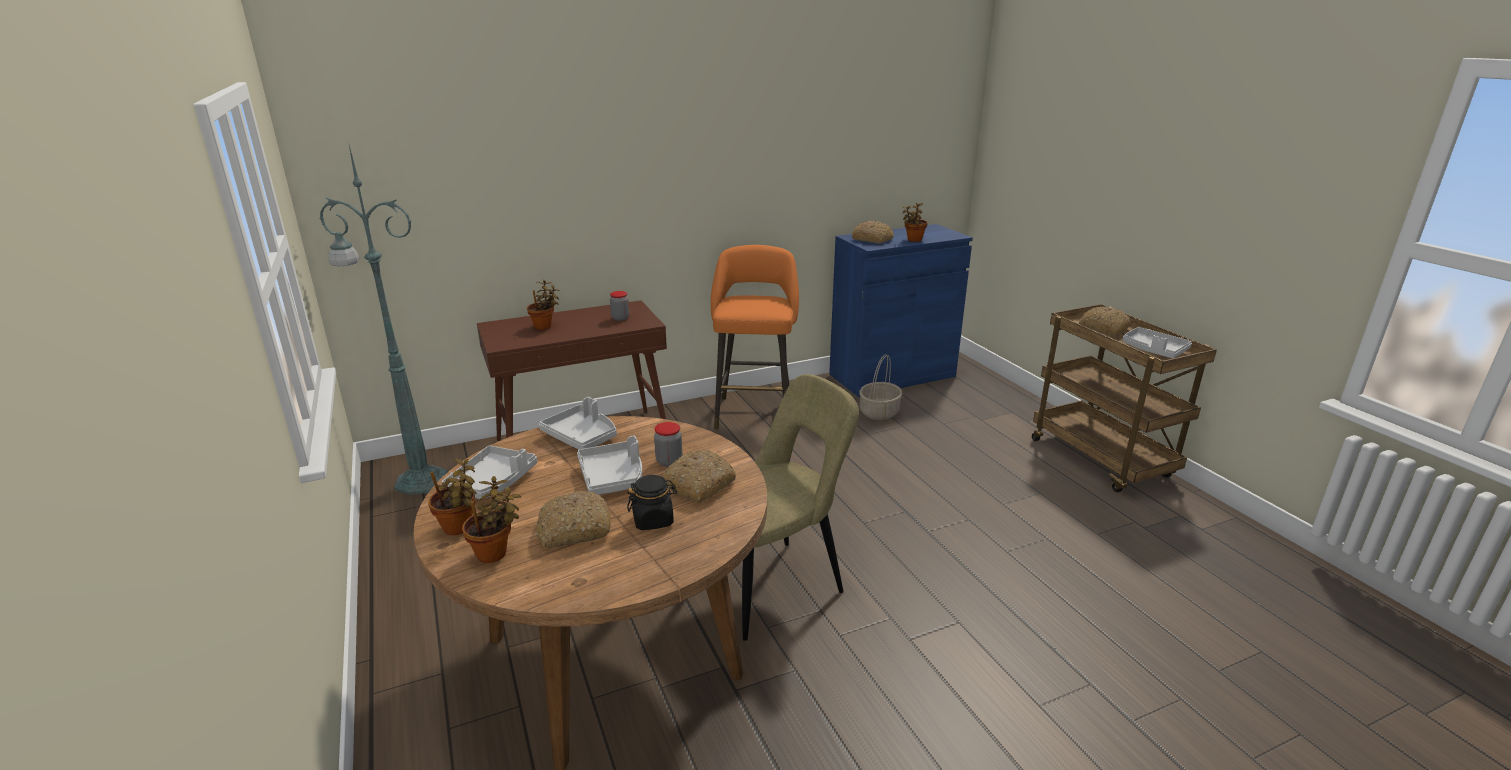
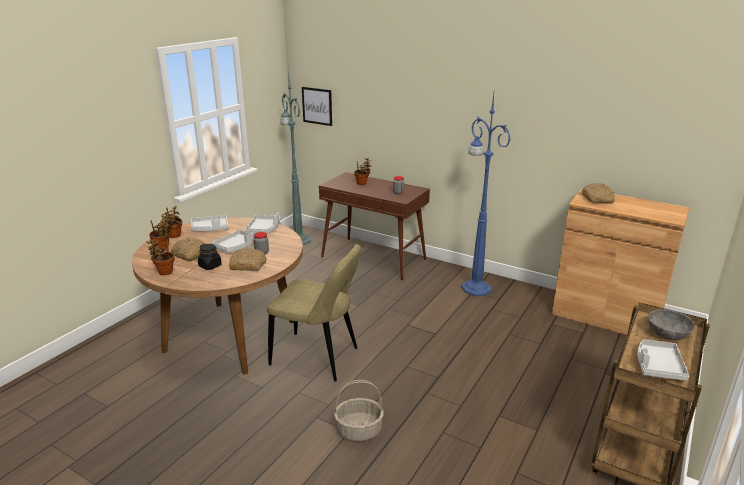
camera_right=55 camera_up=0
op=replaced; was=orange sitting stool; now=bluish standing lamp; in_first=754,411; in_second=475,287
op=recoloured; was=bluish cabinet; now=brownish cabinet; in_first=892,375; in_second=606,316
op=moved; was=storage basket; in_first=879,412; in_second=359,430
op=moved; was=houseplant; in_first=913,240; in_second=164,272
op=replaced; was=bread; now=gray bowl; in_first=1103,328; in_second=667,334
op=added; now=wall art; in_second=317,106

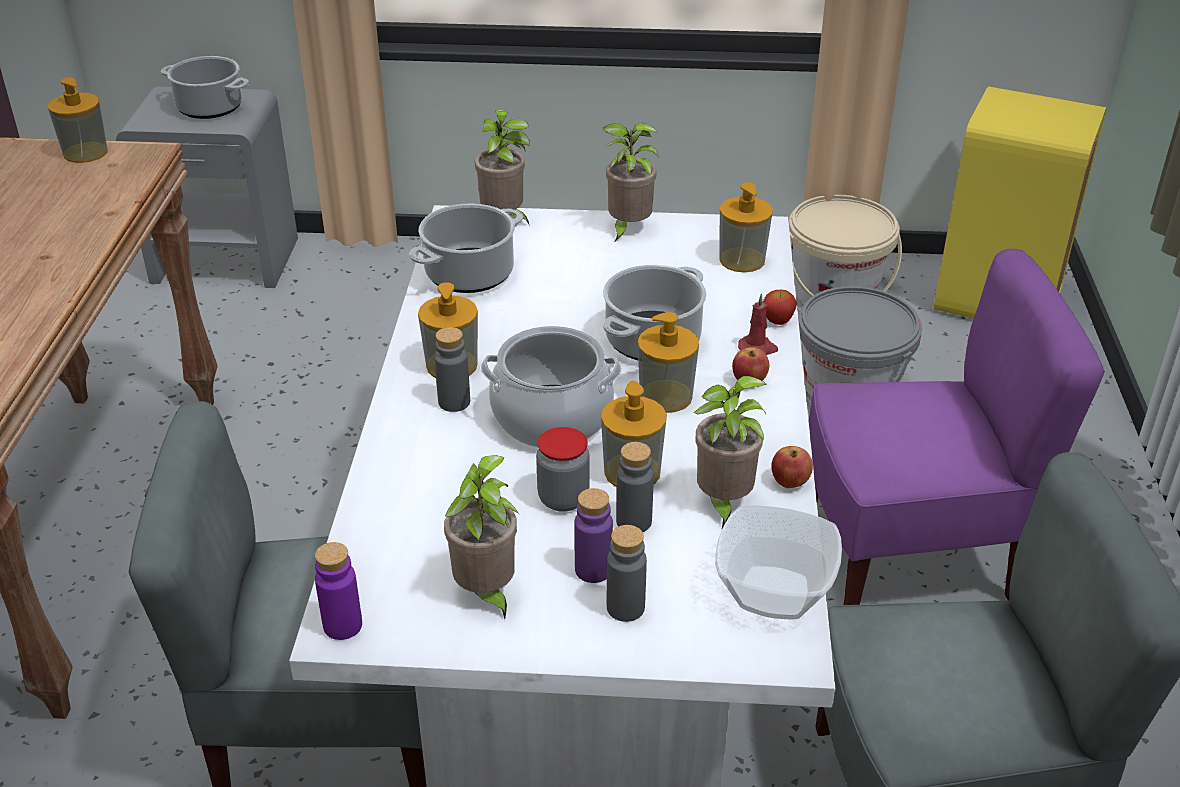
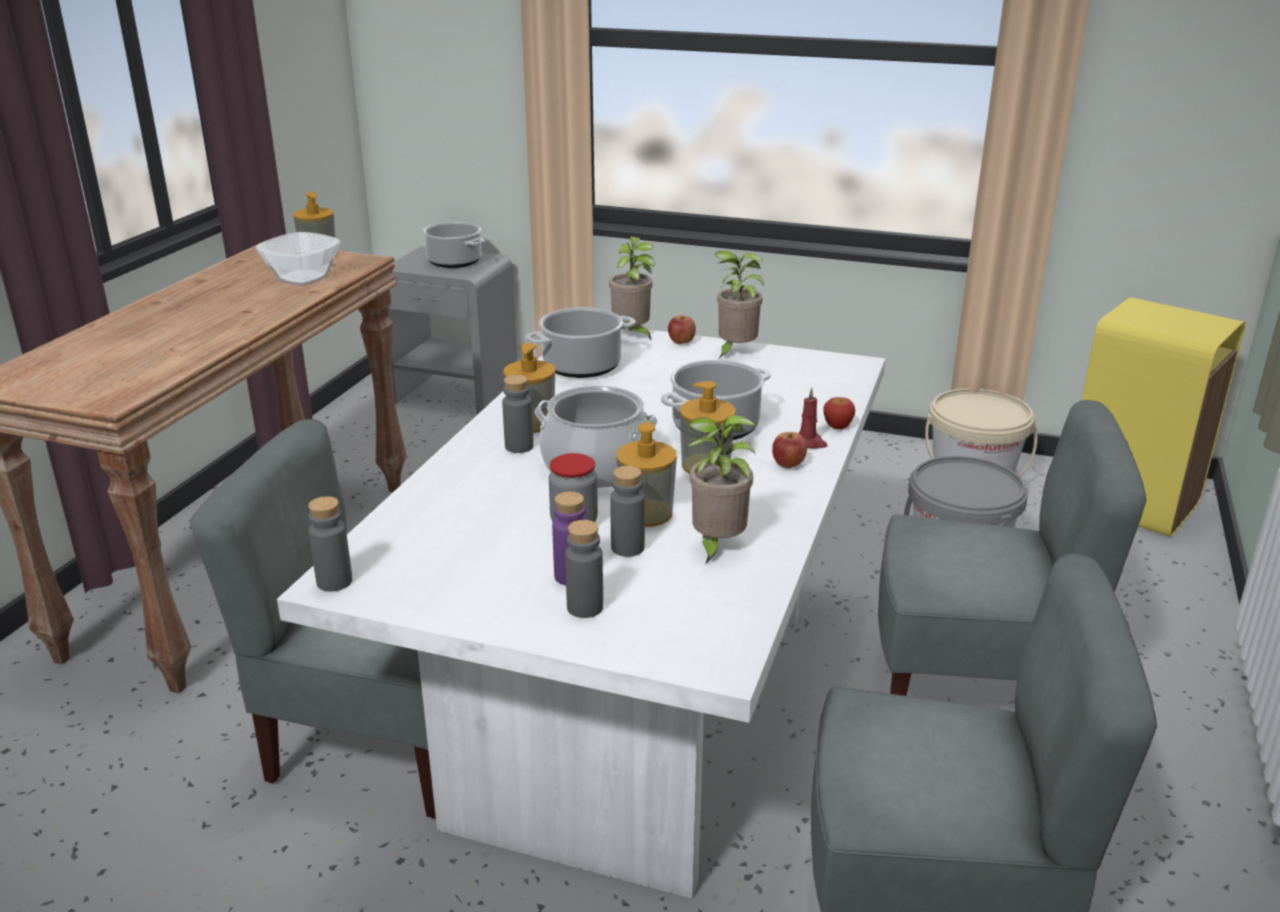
camera_right=15 camera_up=-10
op=recoloured; was=purple-coloured drink bottle; now=gray drink bottle; in_first=342,625; in_second=334,582
op=removed; was=houseplant; in_first=486,594
op=moved; was=bowl; in_first=775,595; in_second=303,278
op=removed; was=soap dispenser; in_first=742,260
op=moved; was=whole apple; in_first=790,482; in_second=681,342
op=recoloured; was=purple-coloured plain chair; now=gray plain chair; in_first=909,553; in_second=971,694

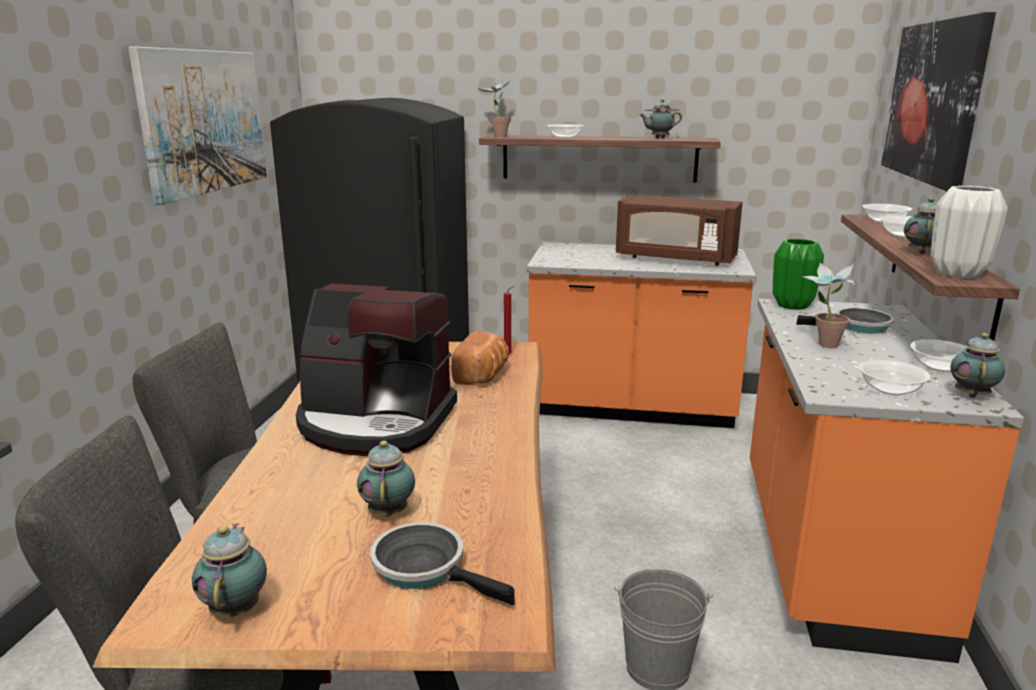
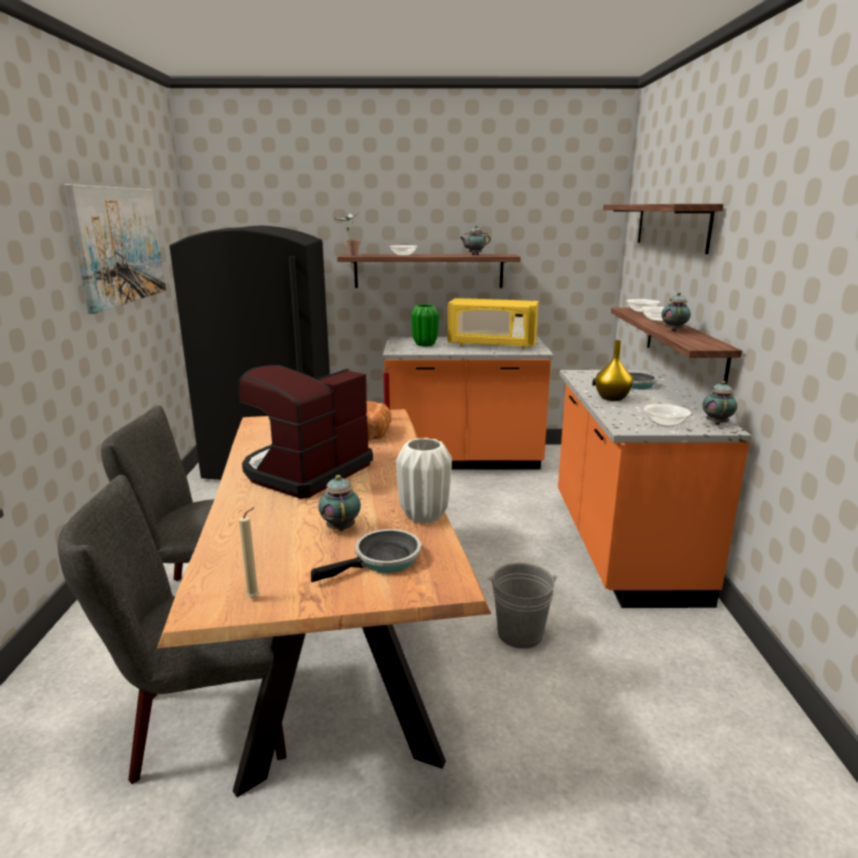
camera_right=-10 camera_up=0
op=replaced; was=teapot; now=beige-coloured wax candle; in_first=237,608; in_second=255,597
op=turned; was=coffee machine; in_first=376,423; in_second=306,471; clockwise=120
op=turned; was=pan; in_first=426,568; in_second=383,560; clockwise=120
op=recoloured; was=brownish microwave; now=yellow-coloured microwave; in_first=675,258; in_second=491,345
op=moved; was=green decorative vase; in_first=793,306; in_second=425,344
op=replaced; was=houseplant; now=yellow-coloured decorative vase; in_first=822,345; in_second=612,398
op=replaced; was=wall art; now=shelf; in_first=933,101; in_second=671,226
op=removed; was=bowl; in_first=940,367
op=moved; was=white-coloured decorative vase; in_first=957,274; in_second=424,515

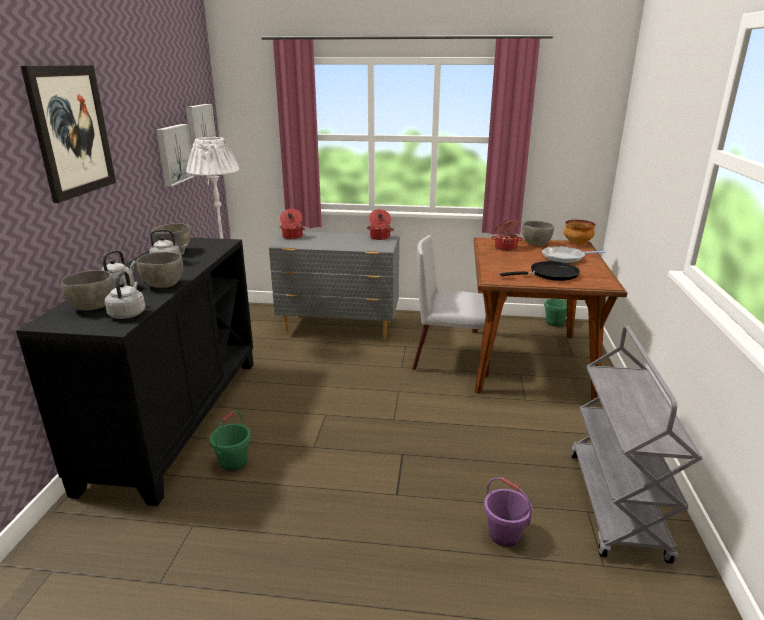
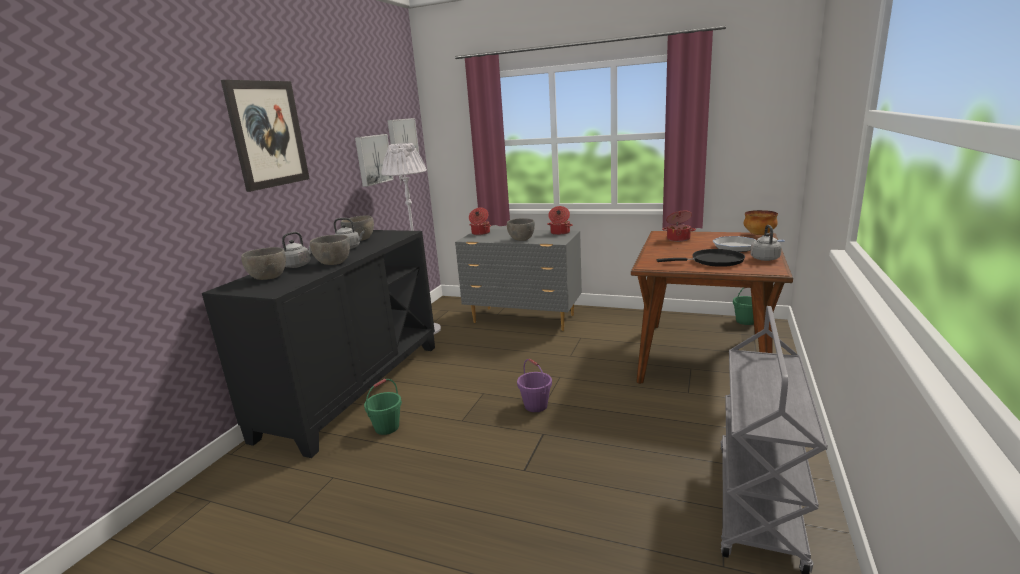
camera_right=15 camera_up=-5
op=moved; was=gray tea kettle; in_first=128,314; in_second=764,258
op=removed; was=gray plain chair; in_first=454,360
op=moved; was=purple-coloured water bucket; in_first=504,535; in_second=535,406
op=moved; was=gray bowl; in_first=535,244; in_second=521,239

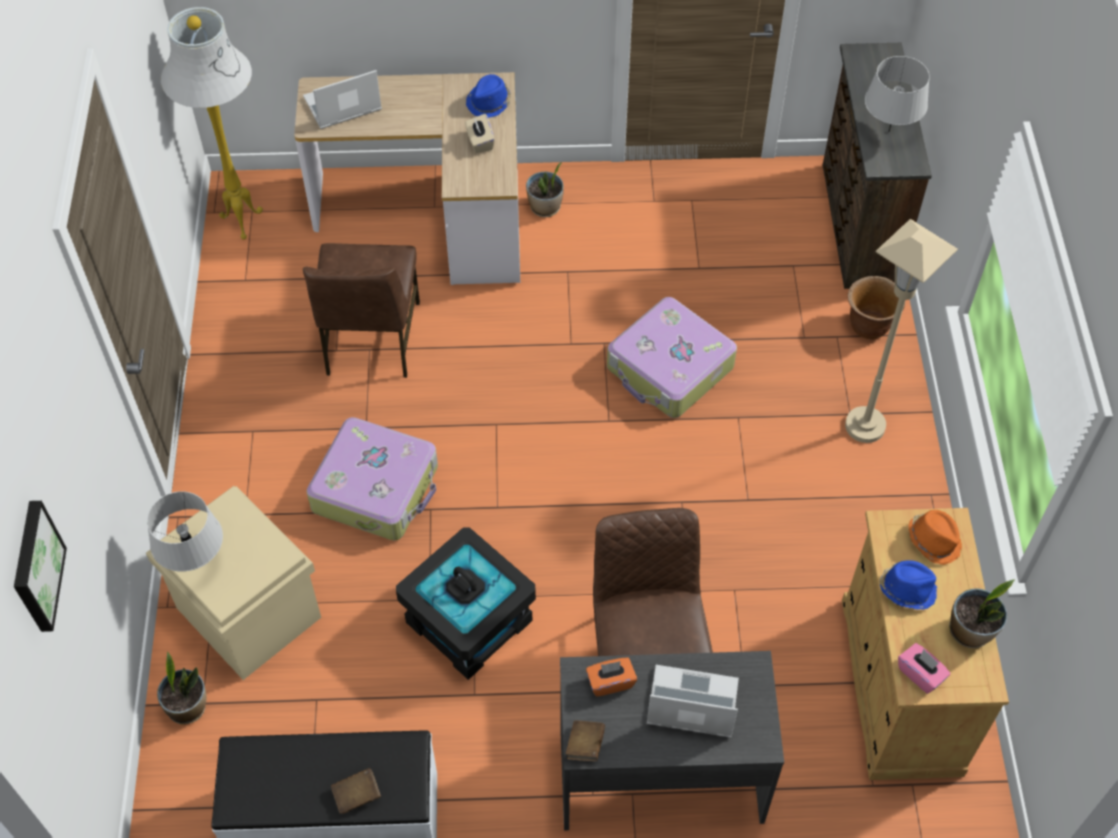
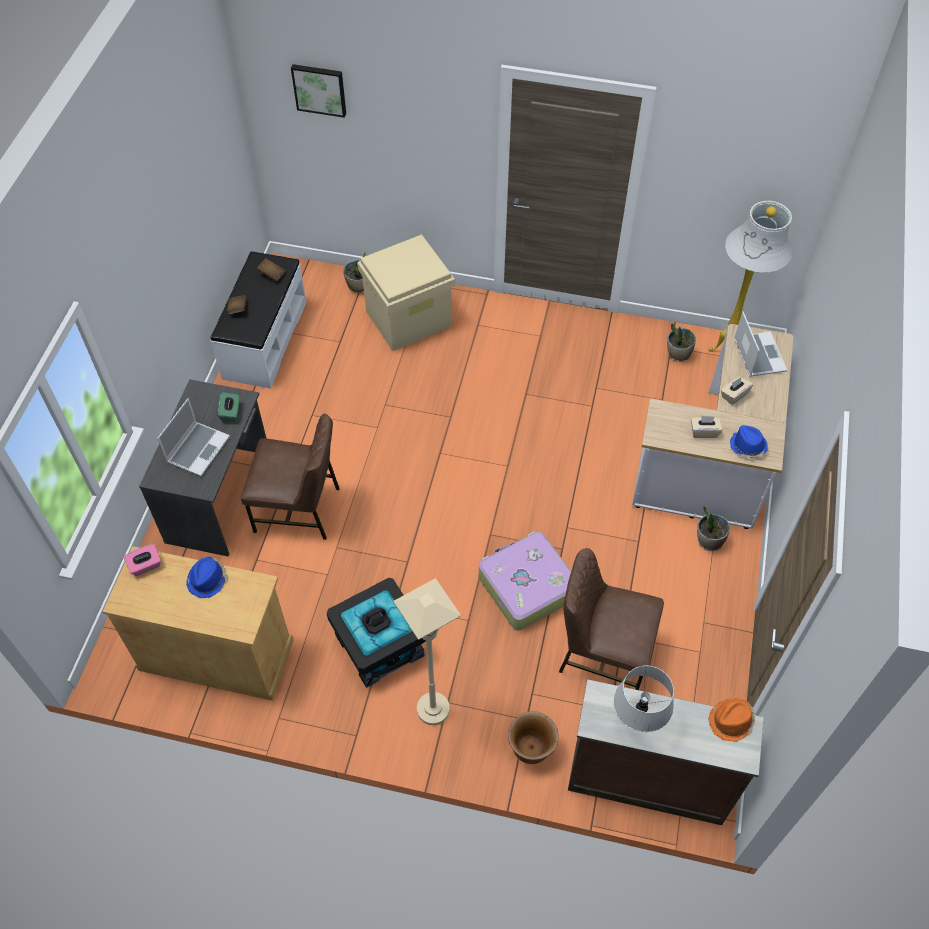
camera_right=105 camera_up=0
op=removed; was=gray tabletop lamp; in_first=195,562
op=moved; was=brownish plain chair; in_first=370,339; in_second=603,652
op=removed; was=piece of luggage; in_first=377,488
op=moved; was=blackish storage container; in_first=468,622; in_second=379,645
op=moved; was=brownish book; in_first=585,745; in_second=271,274
op=recoloured; was=orange tissue holder; now=green tissue holder; in_first=610,682; in_second=231,412
op=moved; was=orange wearable hat; in_first=934,540; in_second=731,721
op=moved; was=houseplant; in_first=970,631; in_second=678,354
op=added; now=beige-coloured tissue holder; in_second=734,395

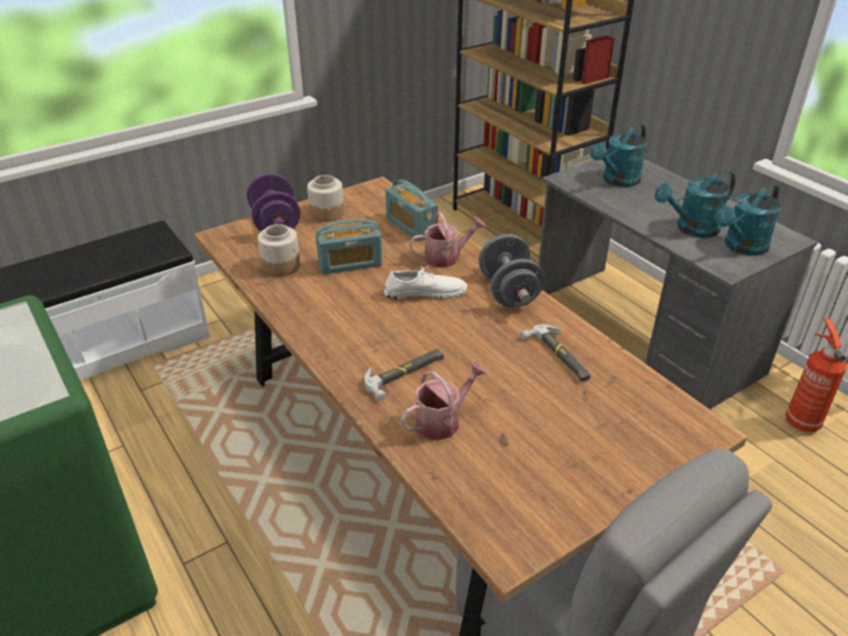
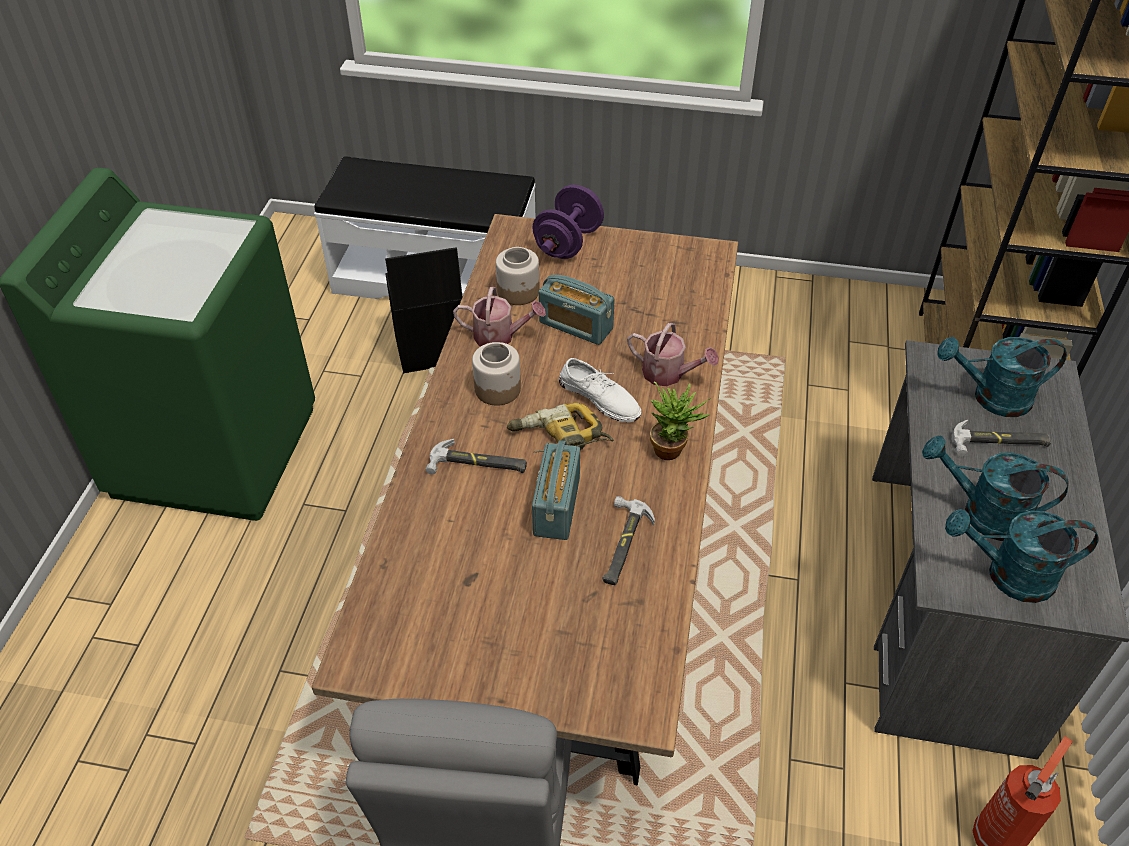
camera_right=45 camera_up=10
op=moved; was=storage jar; in_first=326,213; in_second=498,388
op=moved; was=radio; in_first=411,226; in_second=556,506
op=moved; was=sprinkling can; in_first=442,420; in_second=500,336
op=replaced; was=gray dumbbell; now=houseplant; in_first=509,292; in_second=673,449
op=added; now=blackish storage container; in_second=429,350
op=added; now=power drill; in_second=558,439
op=added; now=hand hammer; in_second=999,442

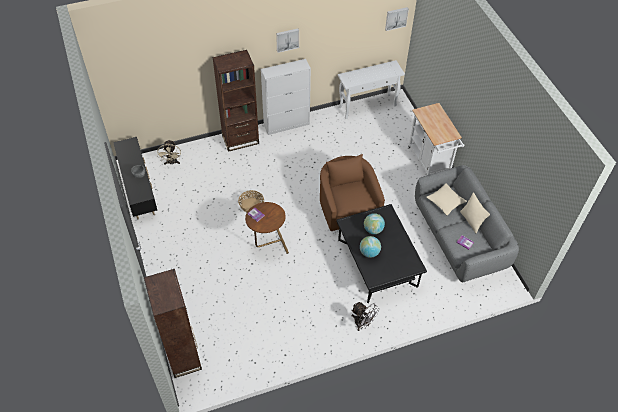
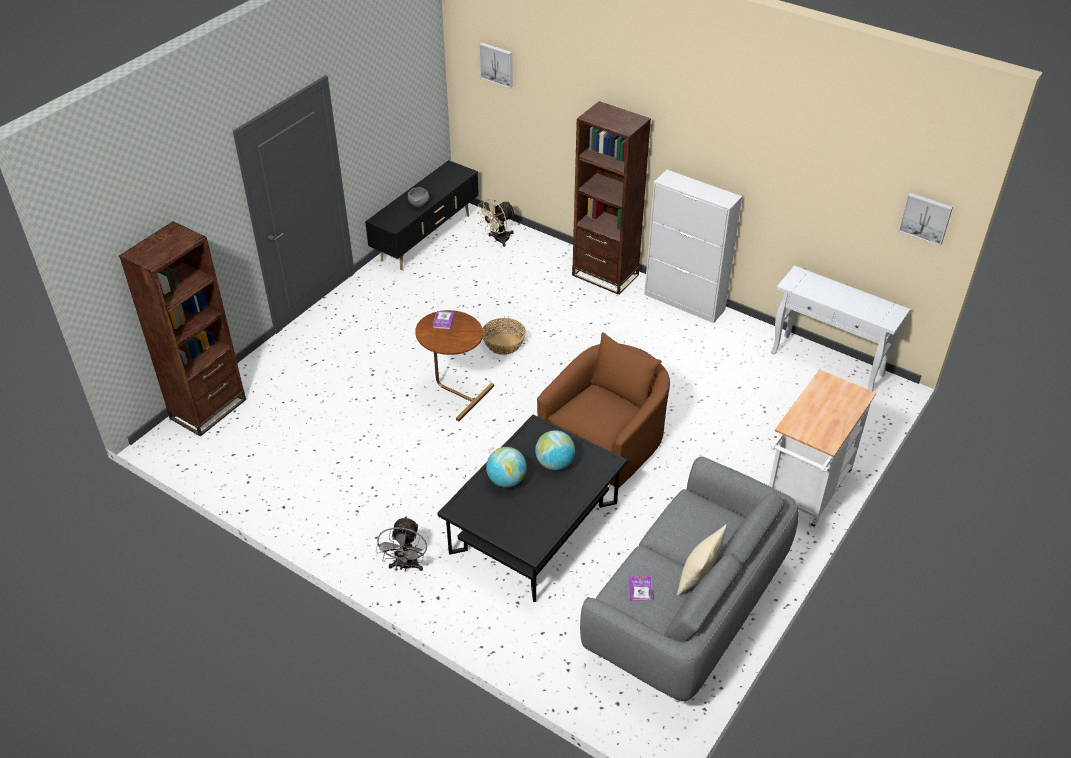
camera_right=55 camera_up=-10
op=moved; was=wall art; in_first=287,39; in_second=497,64
op=removed; was=beige-coloured throw pillow; in_first=445,202

